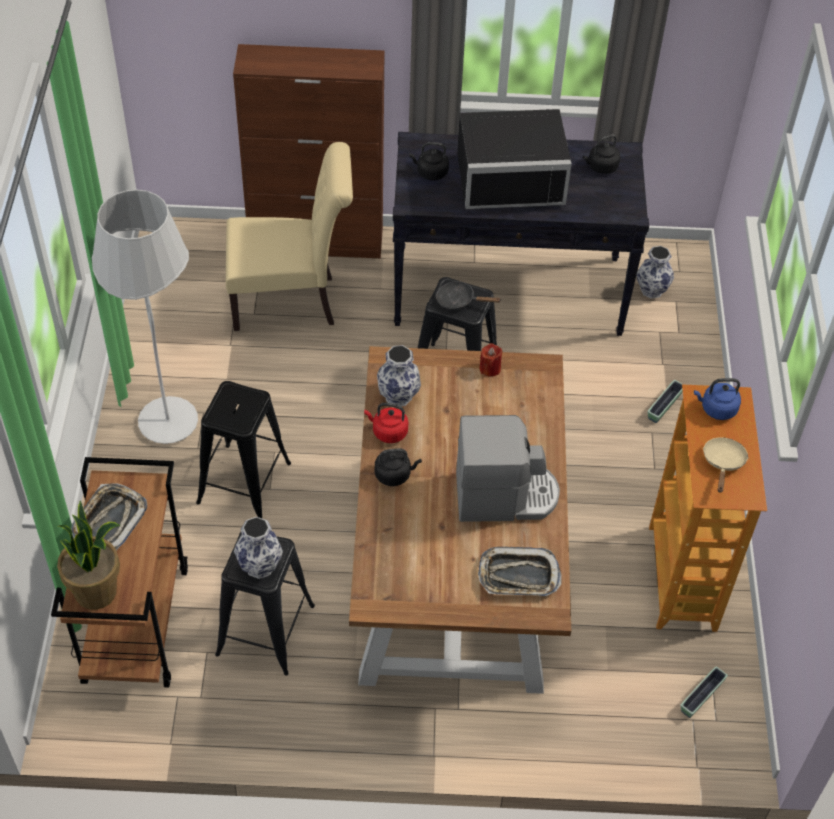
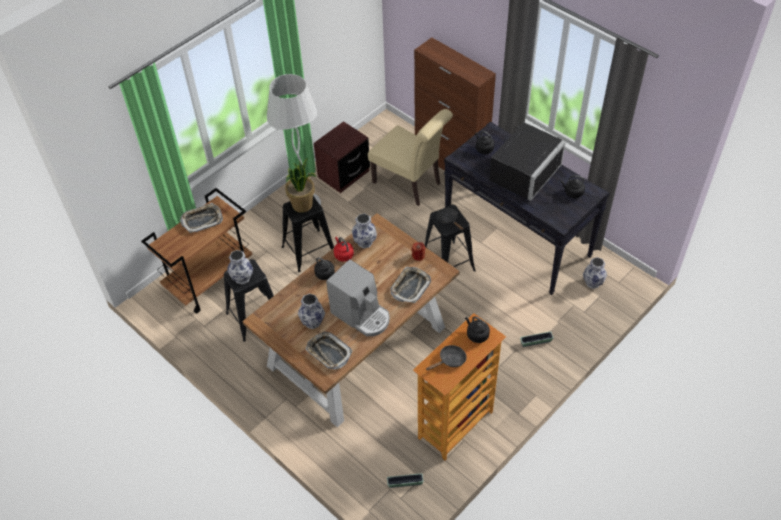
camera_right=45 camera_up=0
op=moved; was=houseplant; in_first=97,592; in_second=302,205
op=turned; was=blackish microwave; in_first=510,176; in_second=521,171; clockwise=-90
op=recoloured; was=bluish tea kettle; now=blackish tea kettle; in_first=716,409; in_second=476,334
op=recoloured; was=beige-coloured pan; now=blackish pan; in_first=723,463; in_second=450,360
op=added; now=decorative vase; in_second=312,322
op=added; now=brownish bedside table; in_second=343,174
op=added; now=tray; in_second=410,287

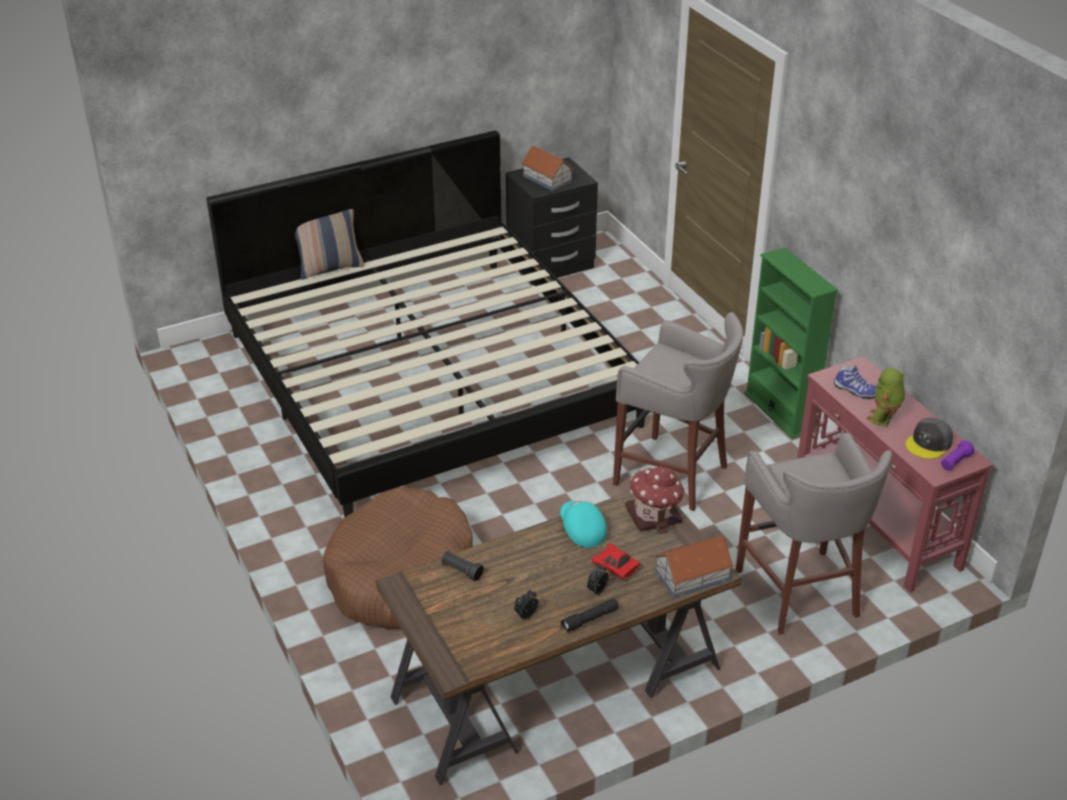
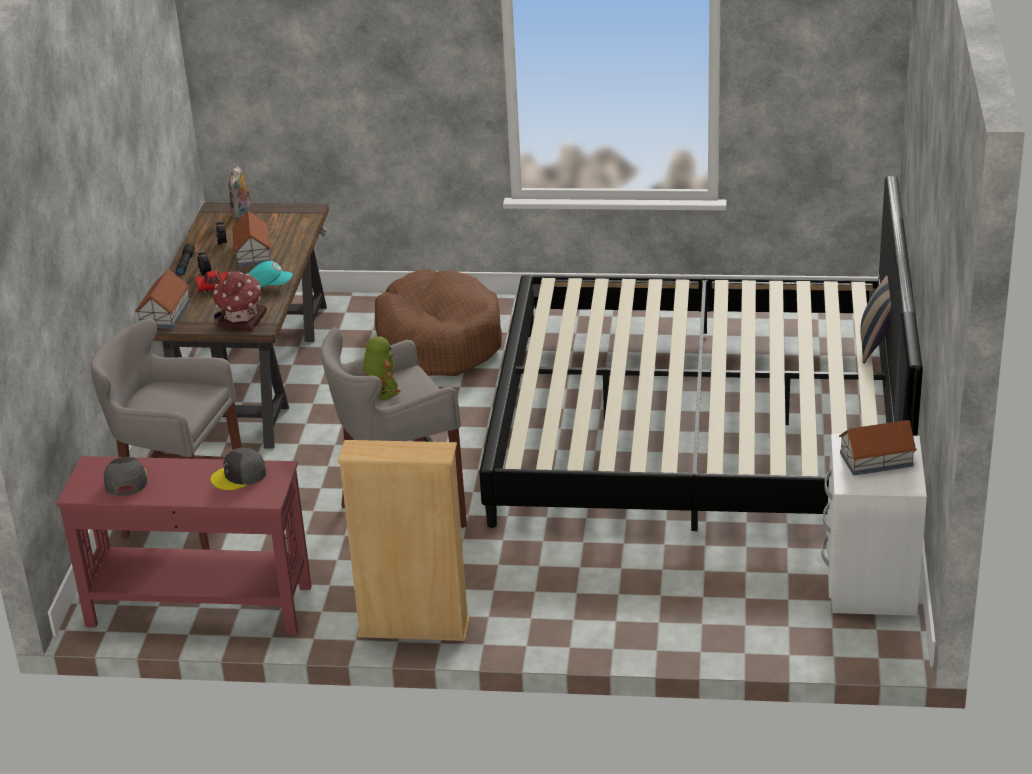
camera_right=125 camera_up=-5
op=removed; was=blackish torch; in_first=461,571
op=recoloured; was=blackish bedside table; now=white-coloured bedside table; in_first=551,264; in_second=868,582
op=recoloured; was=green bookshelf; now=beige-coloured bookshelf; in_first=779,411; in_second=414,628
op=replaced; was=shoe; now=gray peaked cap; in_first=855,391; in_second=239,476
op=moved; was=model robot; in_first=883,419; in_second=382,392
op=removed; was=purple-coloured torch; in_first=955,462
op=added; now=cuddly toy; in_second=242,213
op=added; now=miniature house; in_second=252,253

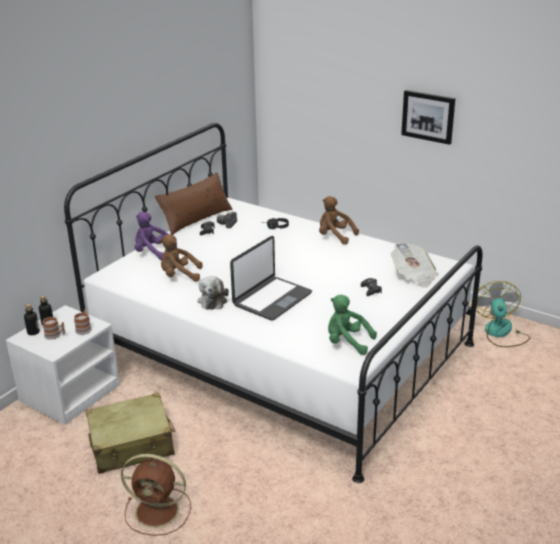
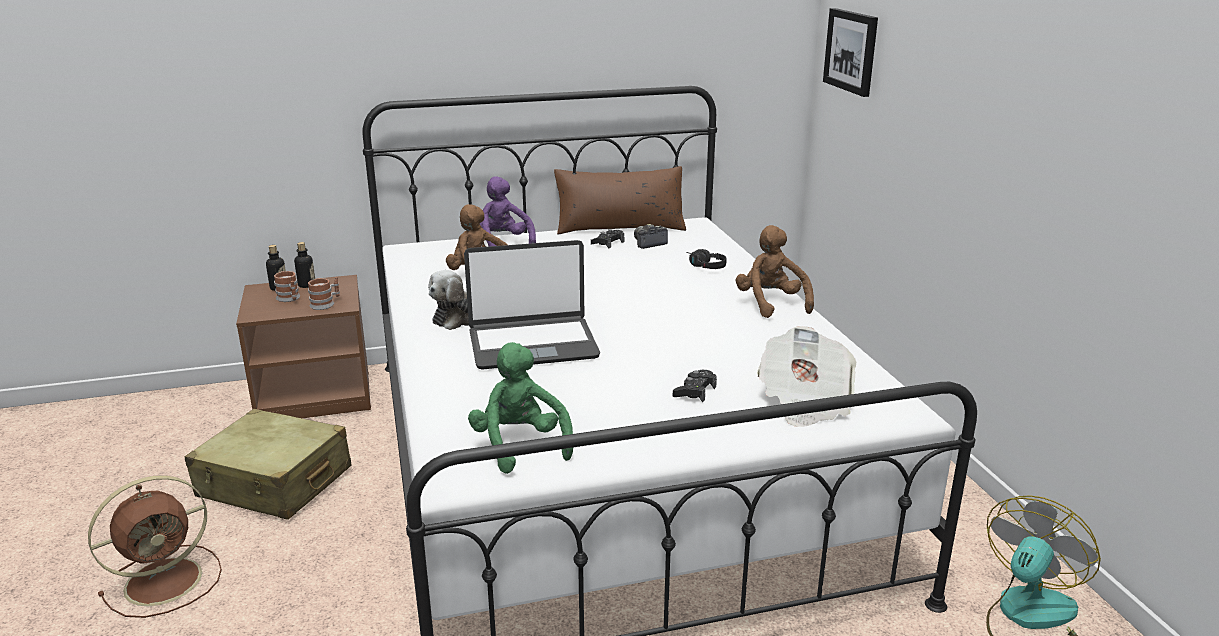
camera_right=40 camera_up=-5
op=recoloured; was=white-coloured bedside table; now=brownish bedside table; in_first=70,393; in_second=316,394
op=turned; was=brownish fan; in_first=159,511; in_second=167,580; clockwise=-90
op=moved; was=wall art; in_first=428,116; in_second=851,51

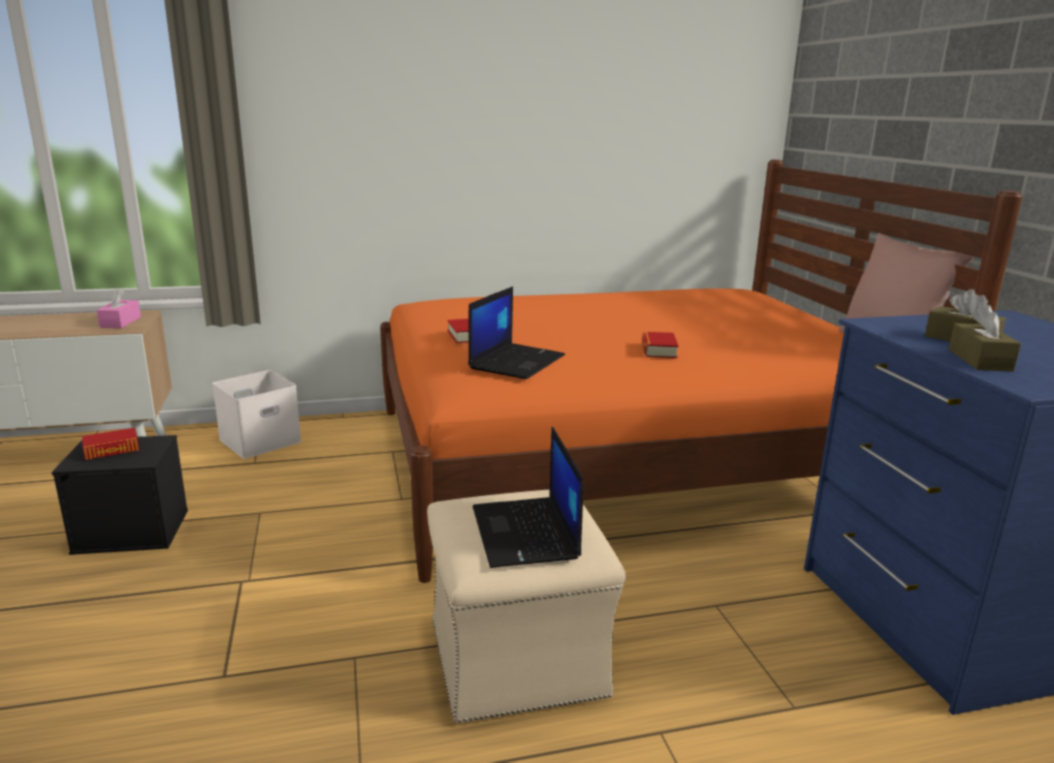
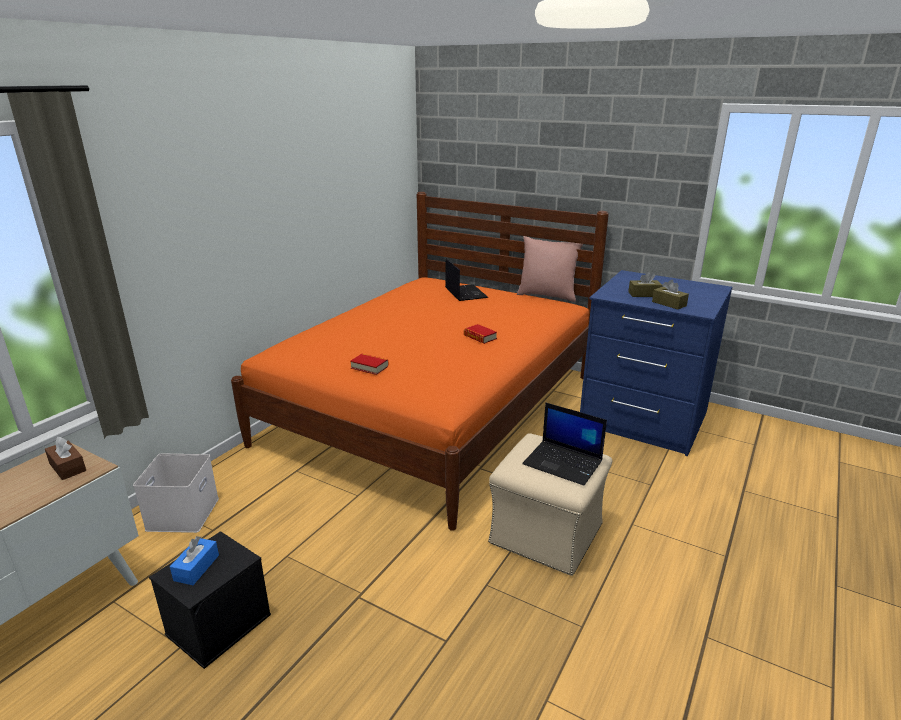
camera_right=-45 camera_up=5
op=replaced; was=book; now=bluish tissue holder; in_first=112,449; in_second=196,568
op=recoloured; was=pink tissue holder; now=brownish tissue holder; in_first=120,322; in_second=67,467
op=moved; was=laptop; in_first=517,361; in_second=465,293

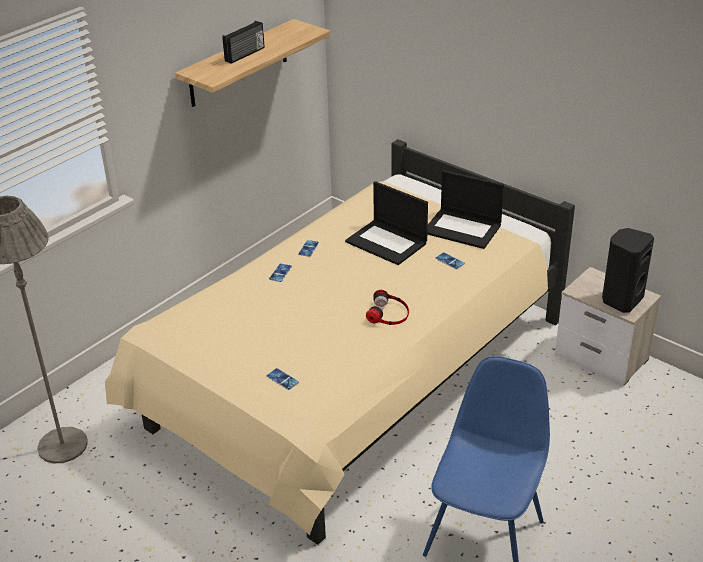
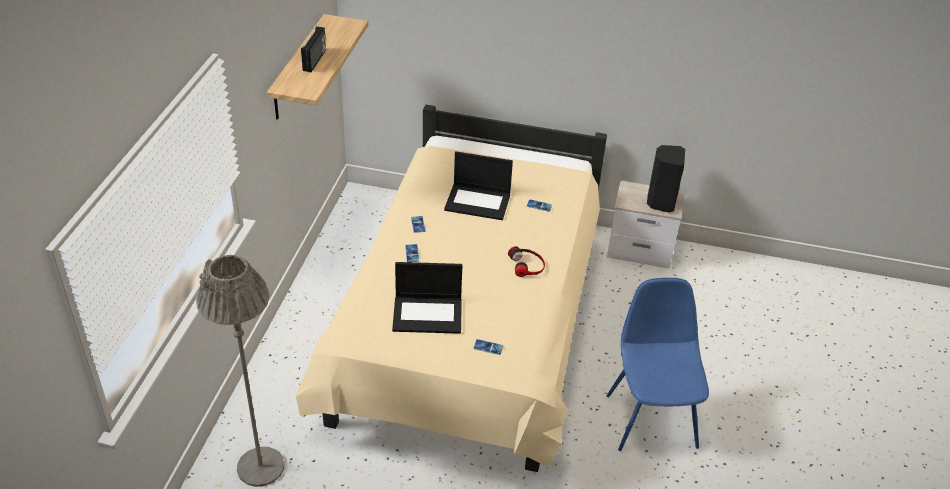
camera_right=-30 camera_up=5
op=moved; was=laptop; in_first=463,228; in_second=428,314

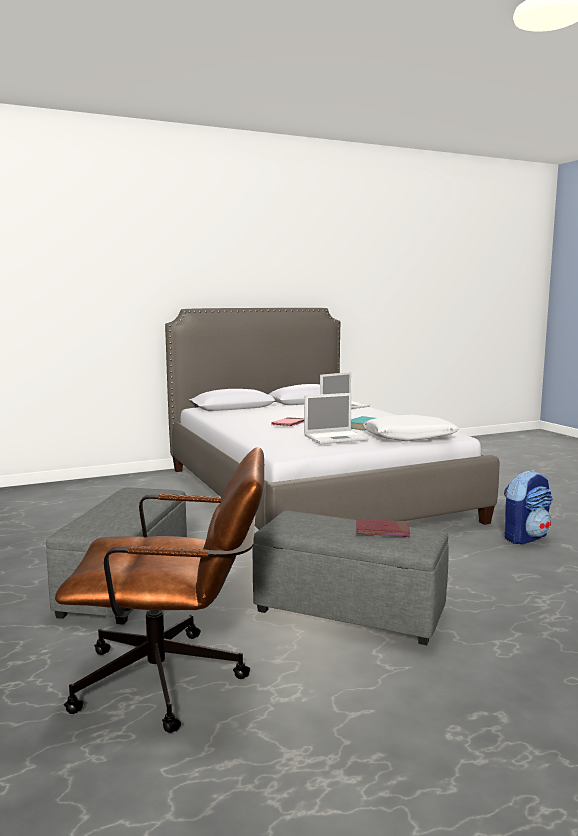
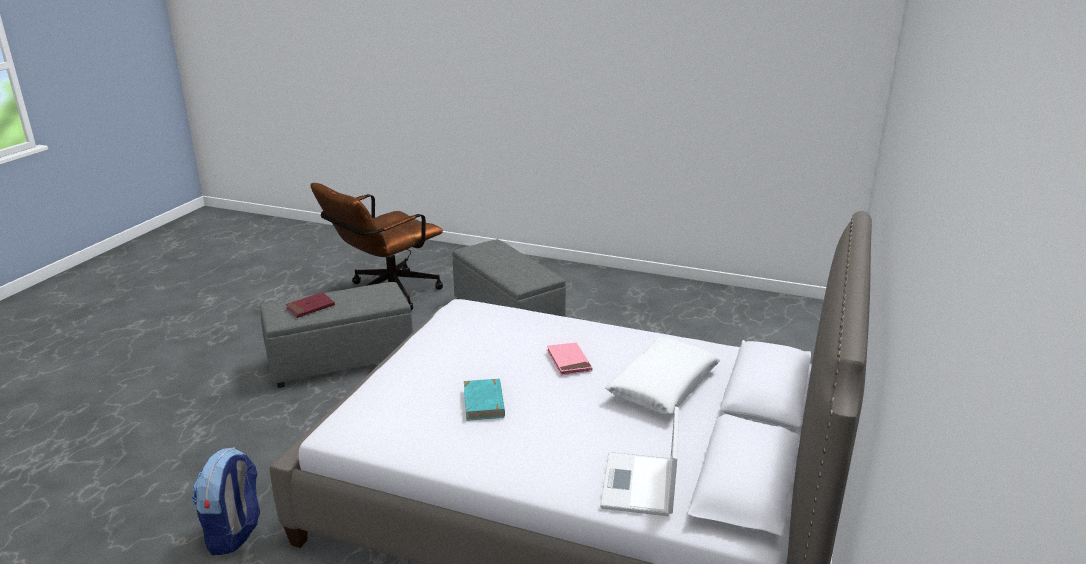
camera_right=135 camera_up=15
op=removed; was=laptop; in_first=336,437
op=moved; was=white-coloured throw pillow; in_first=409,437; in_second=662,386

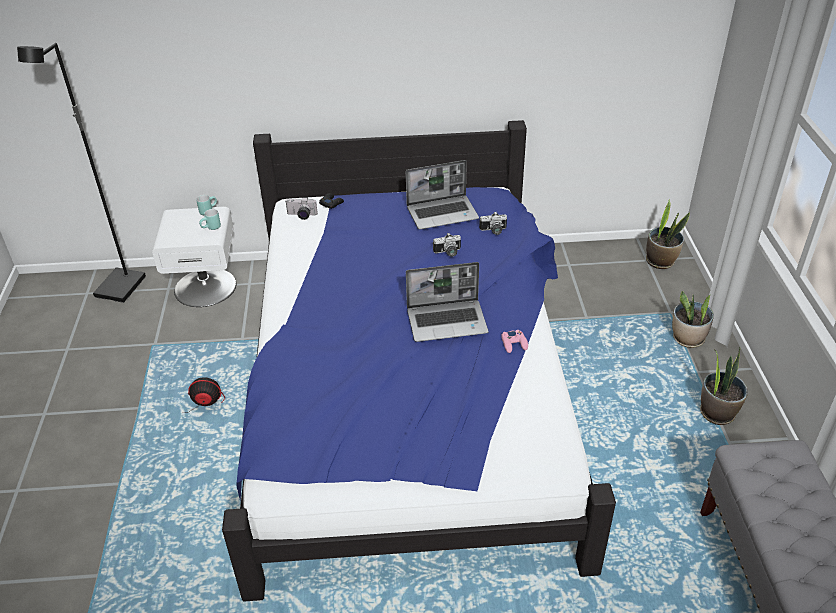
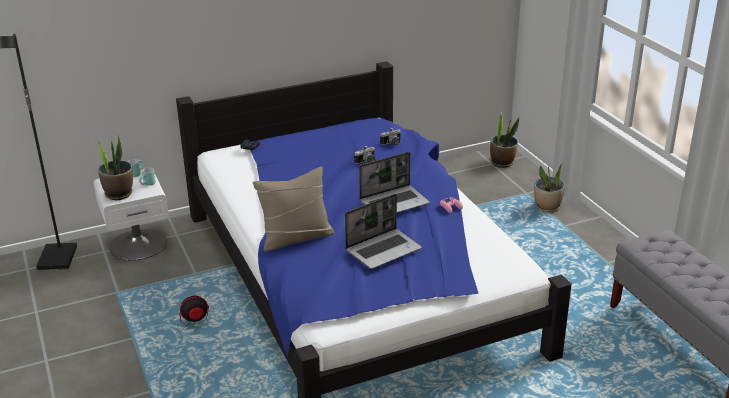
camera_right=-20 camera_up=-10
op=removed; was=photo camera; in_first=301,216
op=moved; was=laptop; in_first=443,213; in_second=383,249
op=moved; was=houseplant; in_first=717,413; in_second=119,194
op=added; now=beige-coloured throw pillow; in_second=296,238

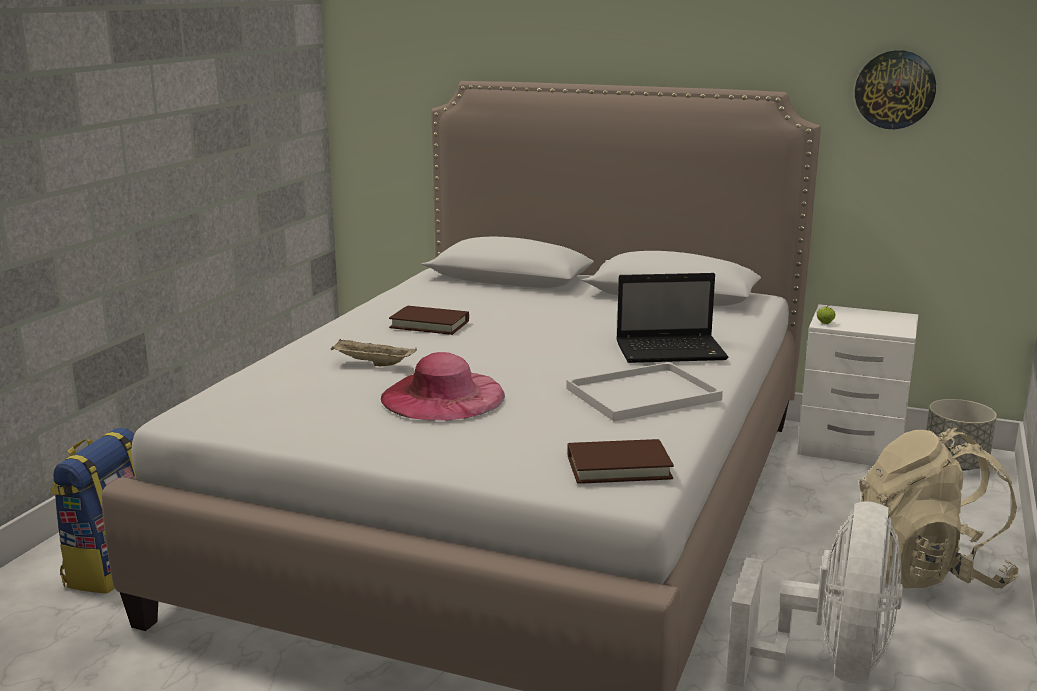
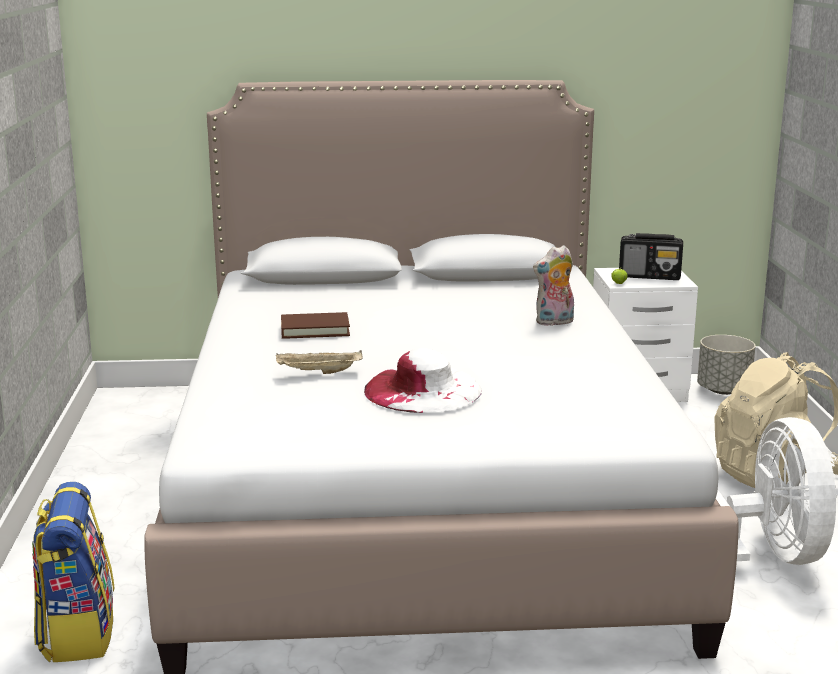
camera_right=-25 camera_up=0
op=recoloured; was=pink wearable hat; now=white-coloured wearable hat; in_first=443,396; in_second=423,390
op=removed; was=white-coloured tray; in_first=641,395
op=removed; was=brownish book; in_first=618,467
op=replaced; was=laptop; now=cuddly toy; in_first=672,351; in_second=554,322
op=removed; was=wall clock; in_first=895,89
op=added; now=radio; in_second=650,276

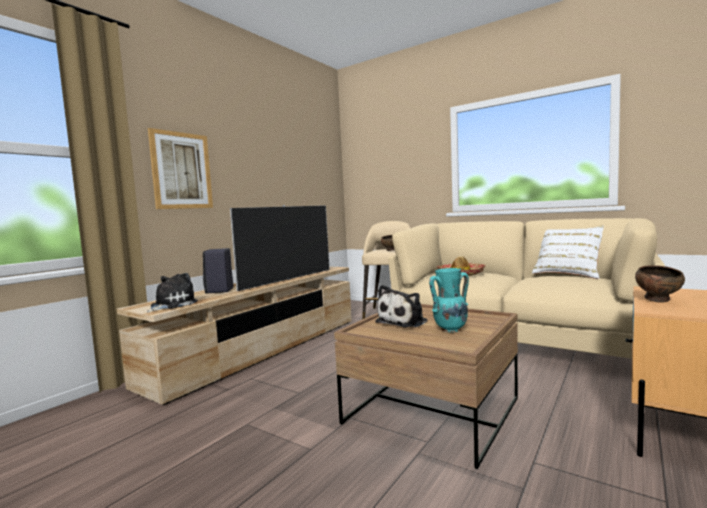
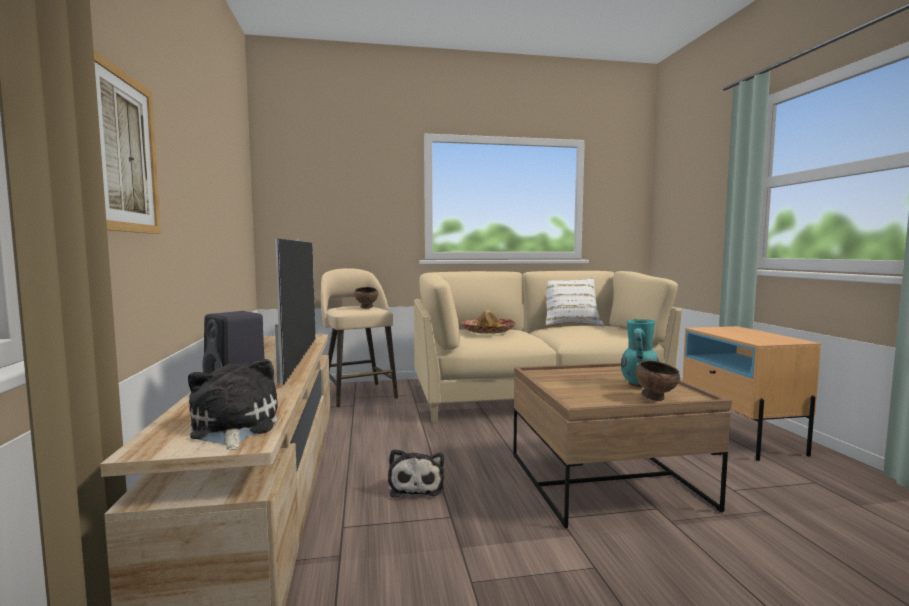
camera_right=-45 camera_up=0
op=moved; was=cuddly toy; in_first=404,321; in_second=416,486
op=moved; was=brownish bowl; in_first=659,301; in_second=656,398

